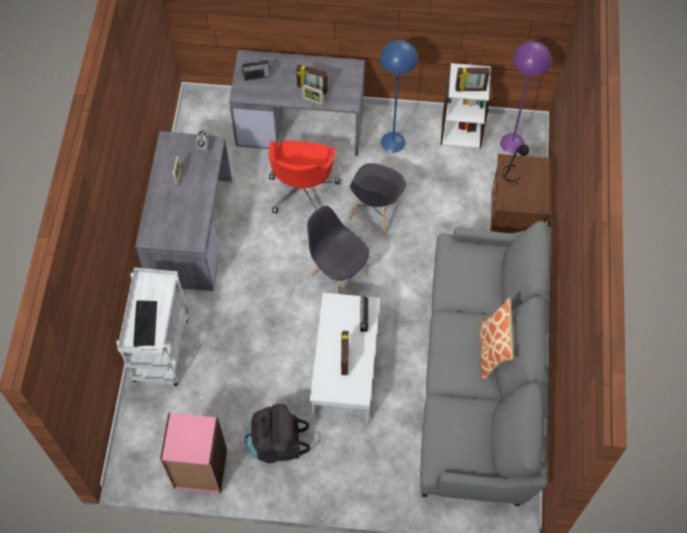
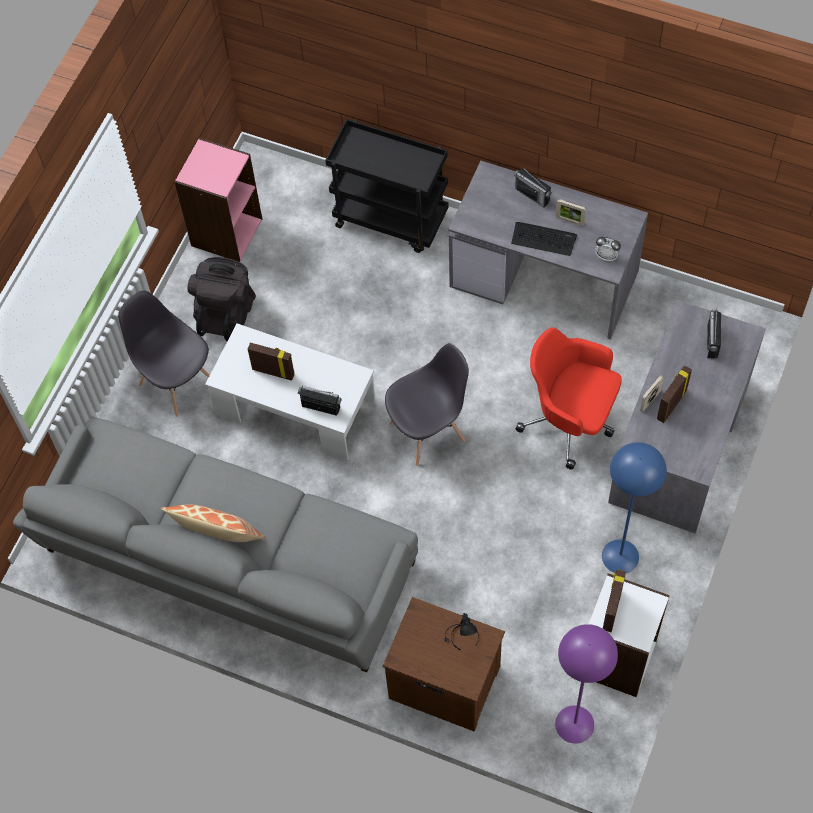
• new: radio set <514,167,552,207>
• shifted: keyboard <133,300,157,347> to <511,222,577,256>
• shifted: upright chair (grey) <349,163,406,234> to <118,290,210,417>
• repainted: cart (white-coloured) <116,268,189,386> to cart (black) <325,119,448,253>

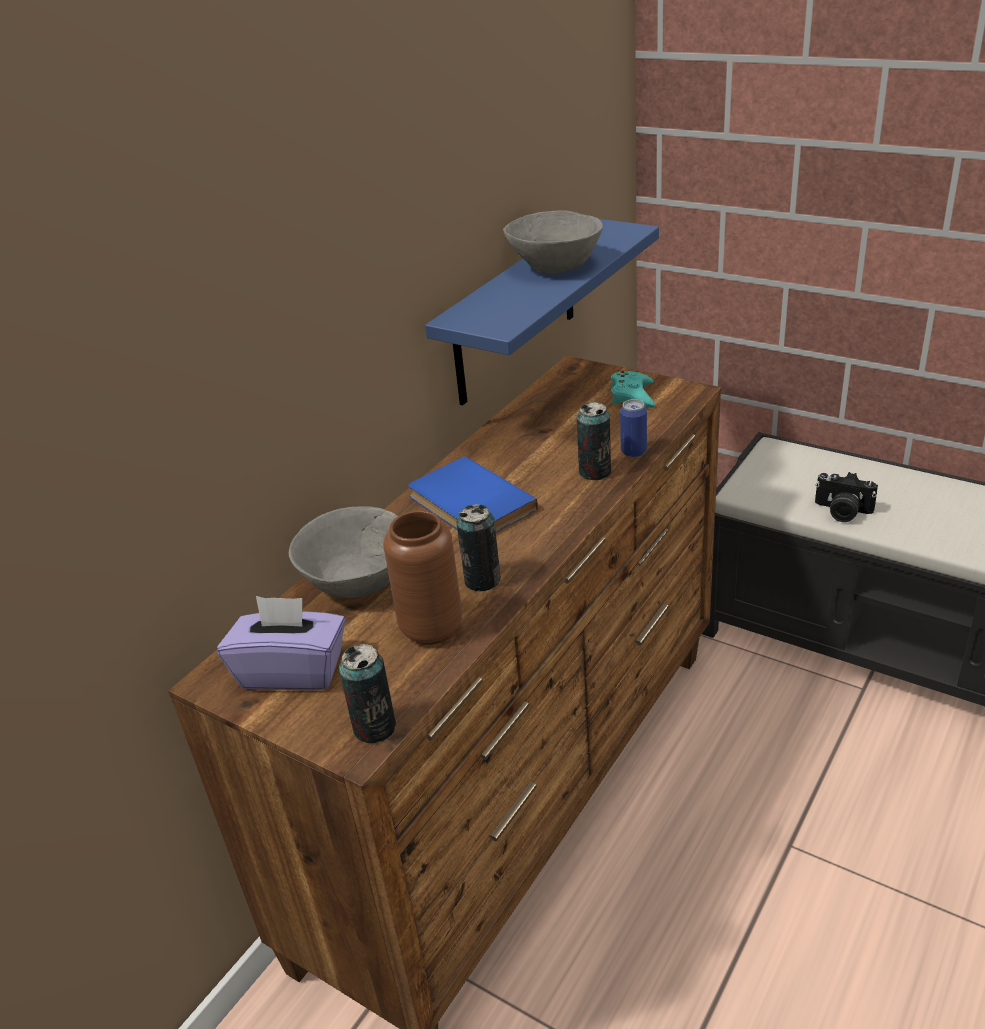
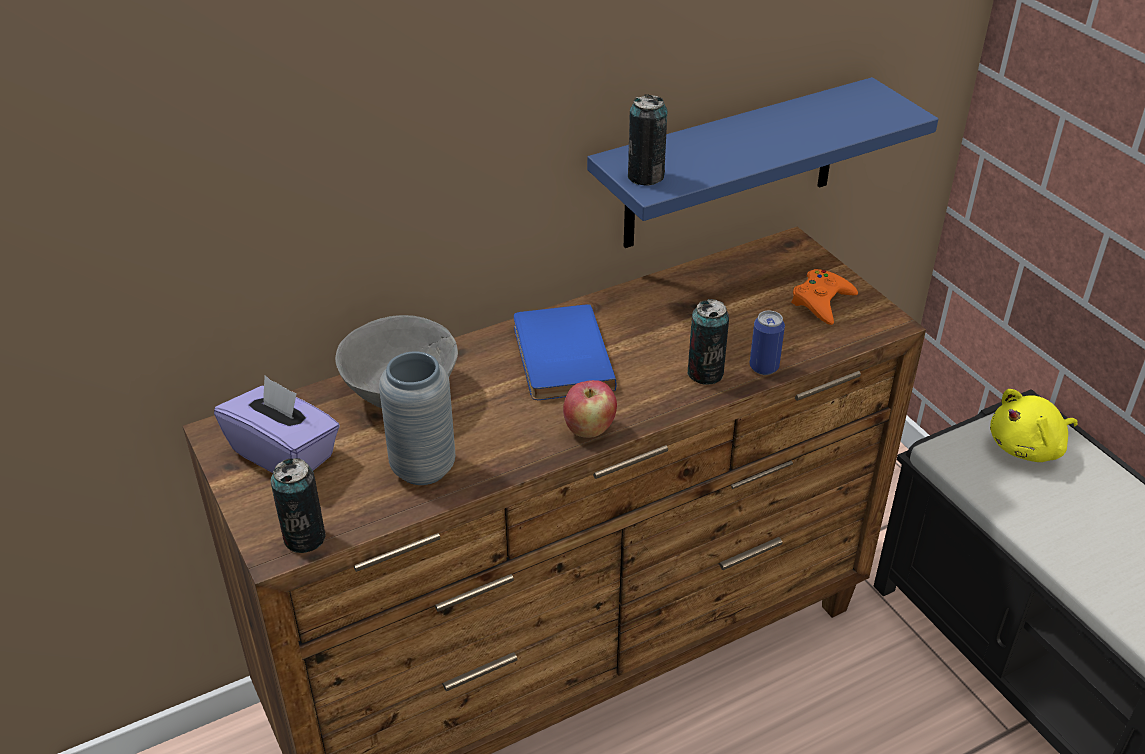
• gone: deep dish (grey) <503,210,603,274>
• gone: photo camera <815,472,878,522>
• new: whole apple <563,380,617,438>
• new: plush toy (yellow-coloured) <990,389,1078,462>
• shifted: can <457,504,501,592> to <628,94,668,185>
• repainted: vase (brown-coloured) <383,510,462,645> to vase (grey) <379,352,455,485>
• repainted: gamepad (blue-green) <611,371,656,408> to gamepad (orange-coloured) <791,269,858,325>

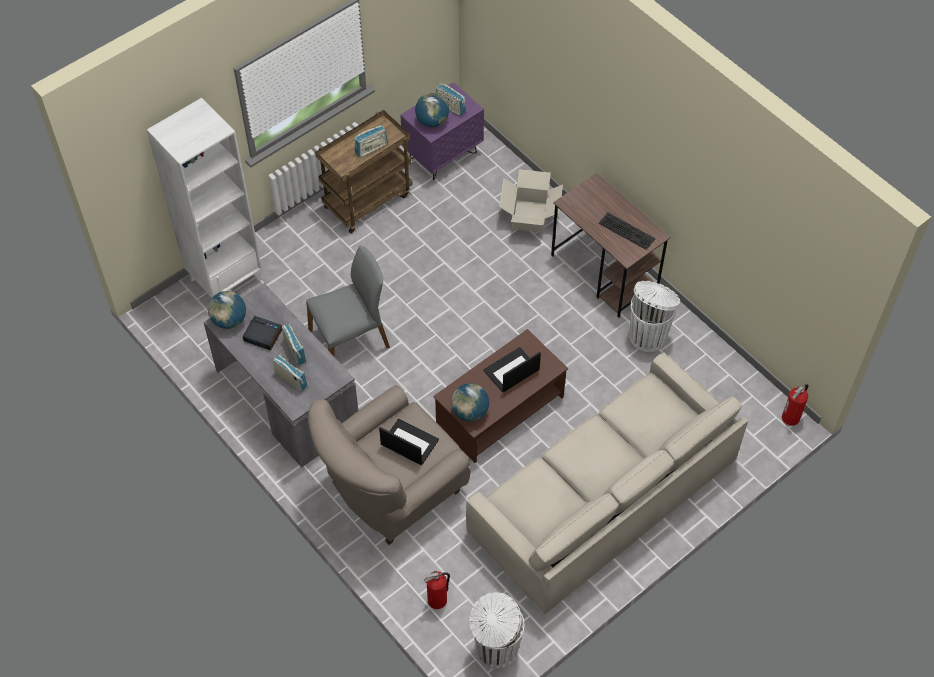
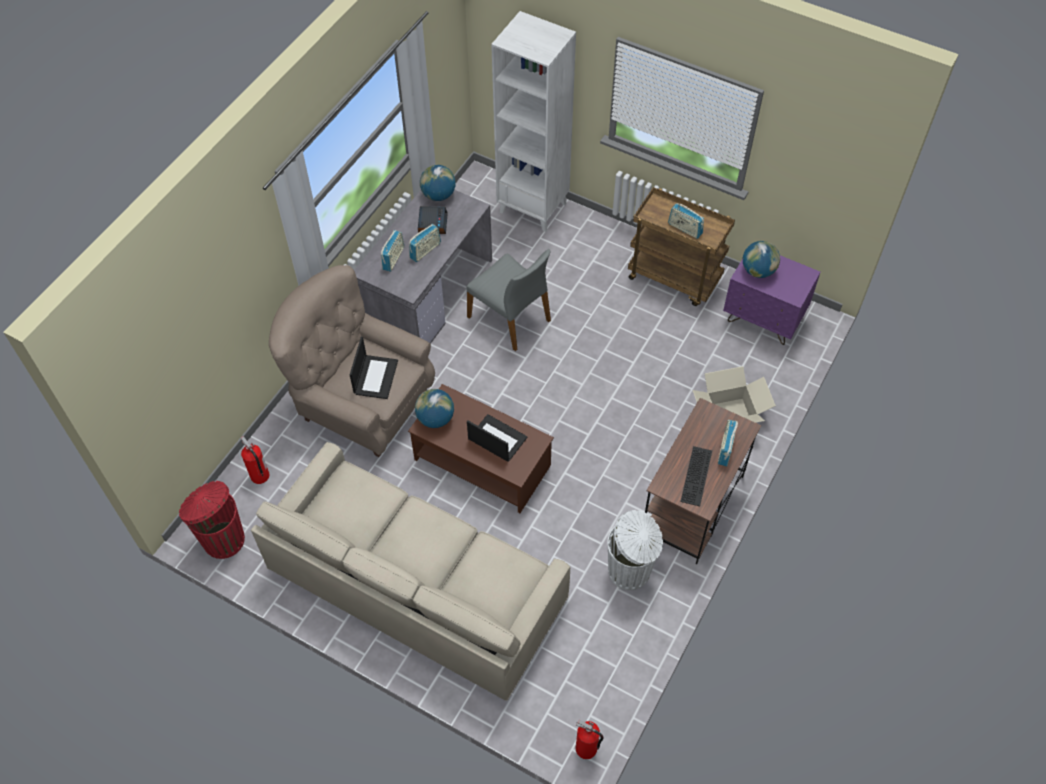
• shifted: radio set <436,84,466,116> to <718,420,738,466>
• repainted: rubbish bin (white-coloured) <470,592,524,669> to rubbish bin (red-coloured) <179,481,245,559>

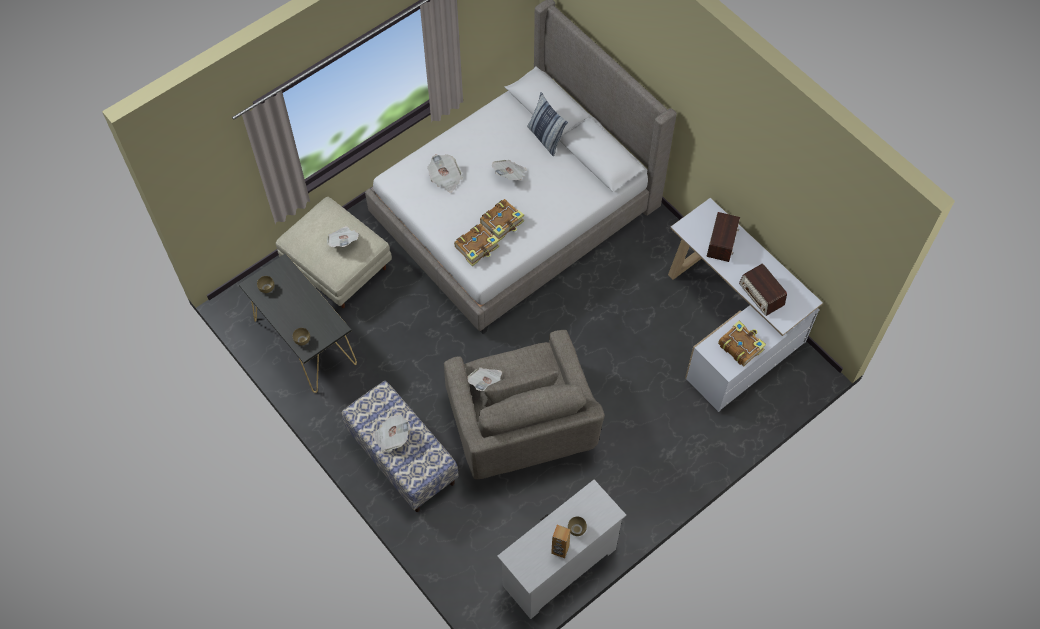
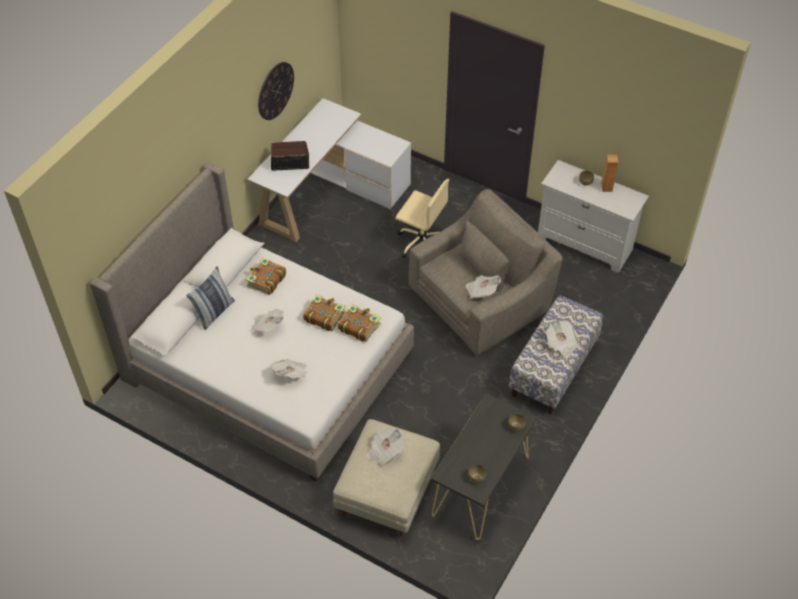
• gone: radio set <739,264,787,316>
• new: wall clock <258,62,294,120>
• new: desk chair (sand-coloured) <395,179,450,258>
• shifted: bound book <718,321,766,366> to <246,257,286,295>

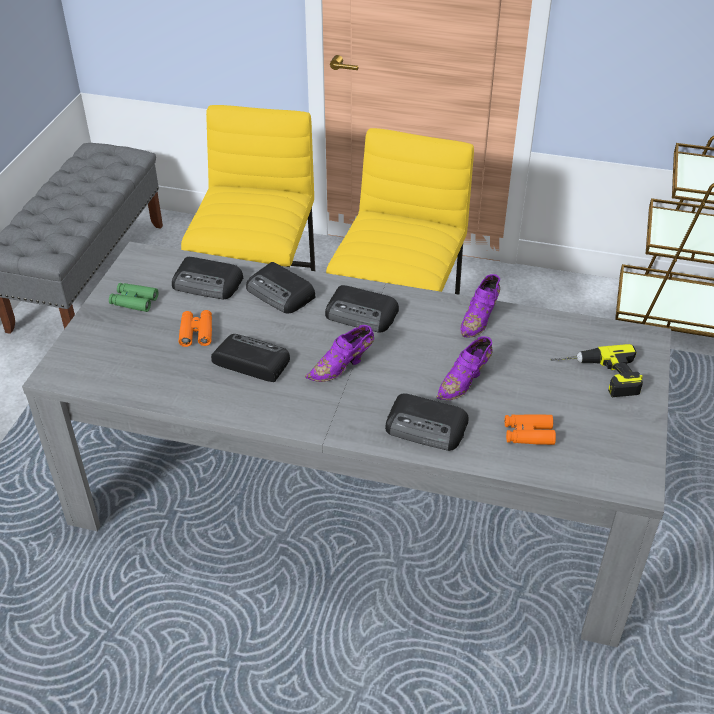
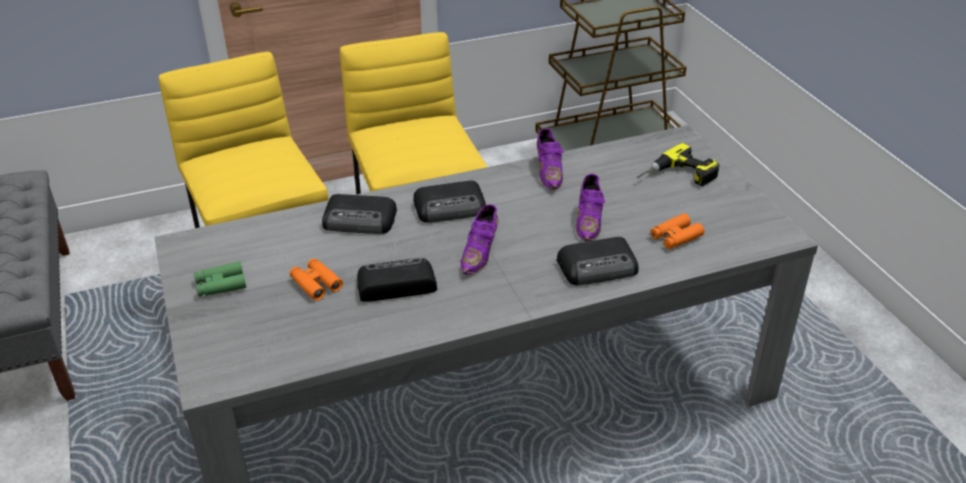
• gone: radio set <172,257,243,299>

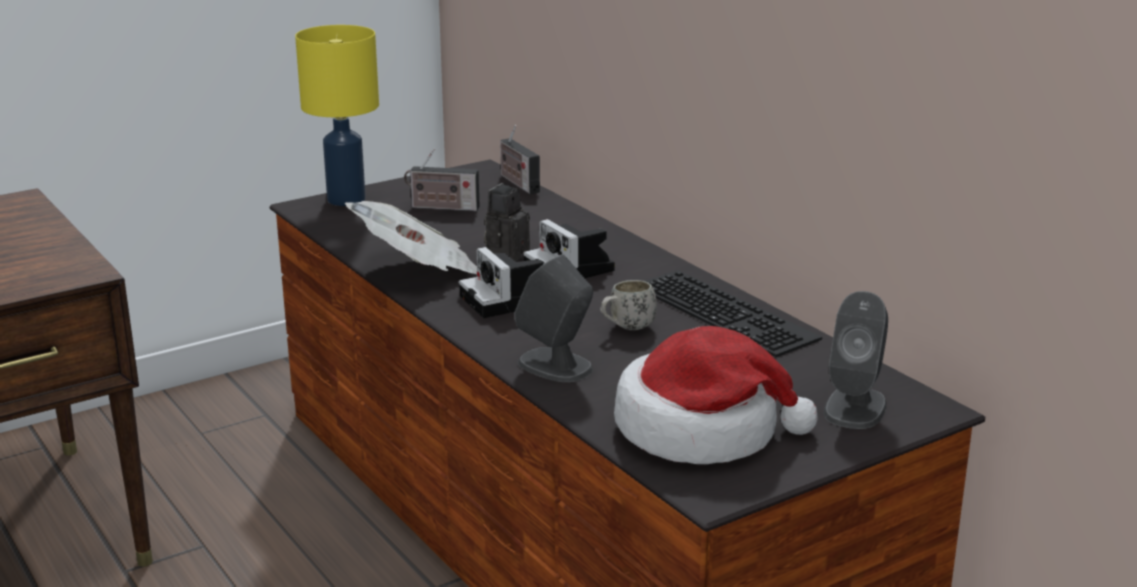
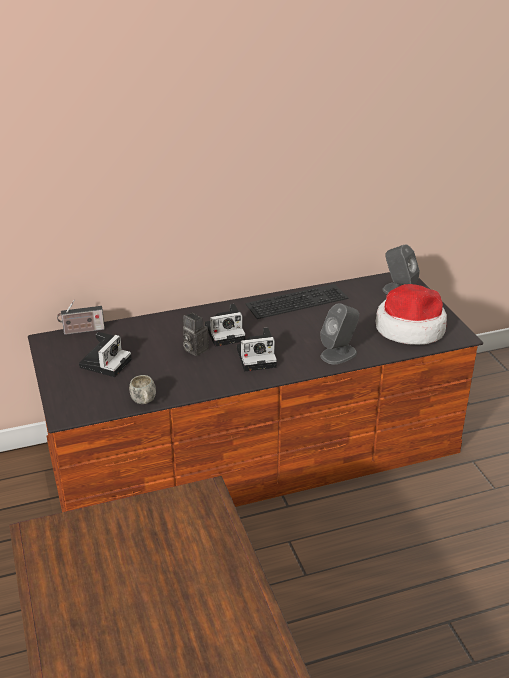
• gone: lamp for a table (yellow-coloured) <295,25,379,206>
• gone: printed paper <345,201,477,274>
• shifted: coffee mug (white-coloured) <600,280,657,330> to <129,375,156,404>
• swapped: radio set <404,148,479,211> to photo camera <79,332,132,377>

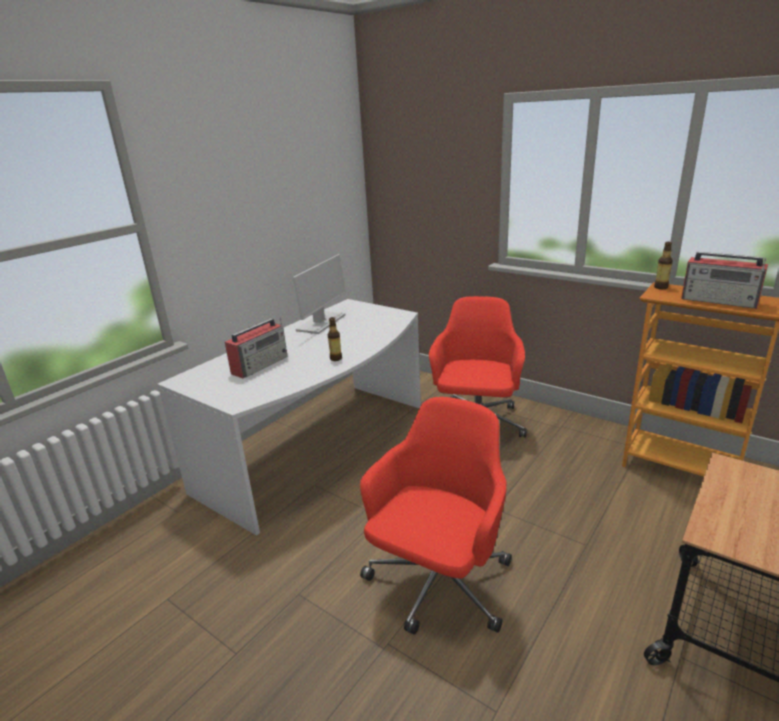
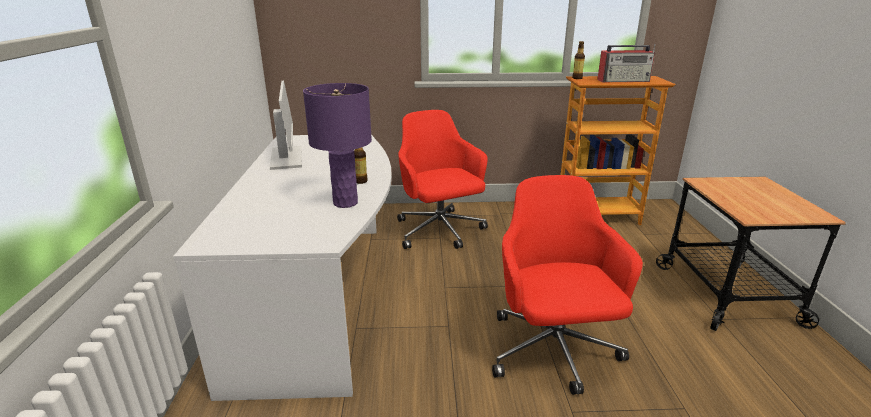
• gone: radio set <225,317,288,379>
• new: lamp for a table (purple-coloured) <303,83,372,208>

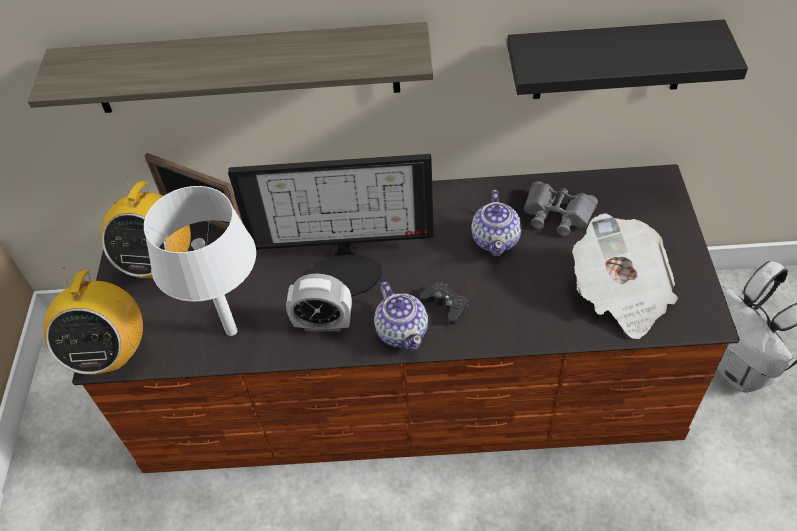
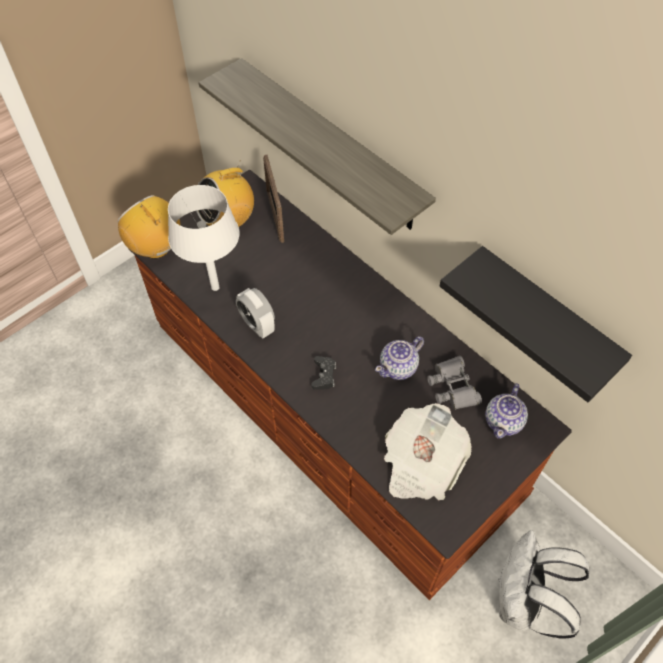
• gone: monitor <228,154,434,297>
• shifted: pot for tea <374,282,428,351> to <485,383,528,439>
• rotated: radio set <43,268,143,375> = <118,195,181,259> 90 degrees clockwise

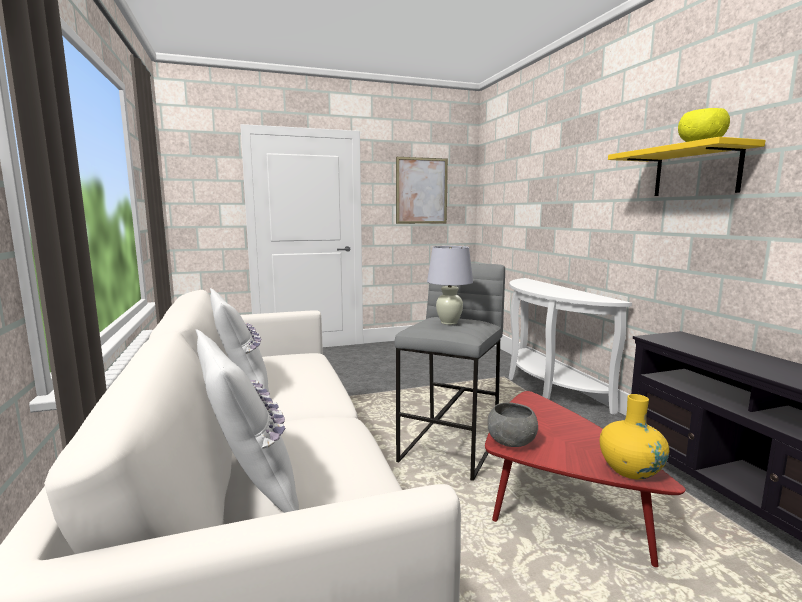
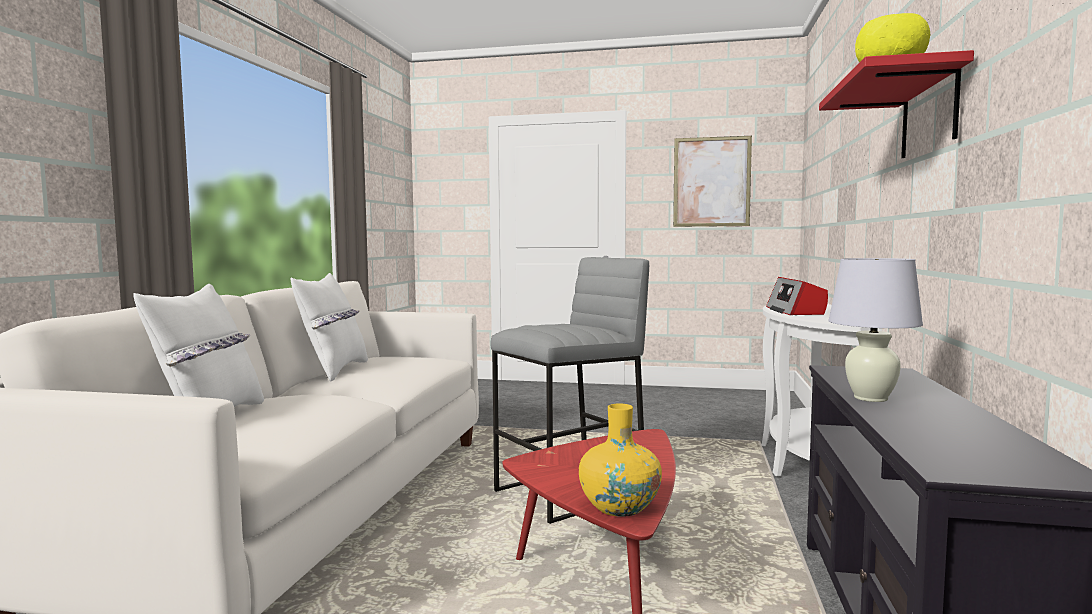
• gone: deep dish (grey) <487,402,538,447>
• new: radio set <766,277,828,315>
• shifted: lamp for a table (white-coloured) <427,246,473,325> to <828,258,923,402>
• repainted: bracket shelf (yellow-coloured) <608,137,766,196> to bracket shelf (red-coloured) <819,50,974,158>

